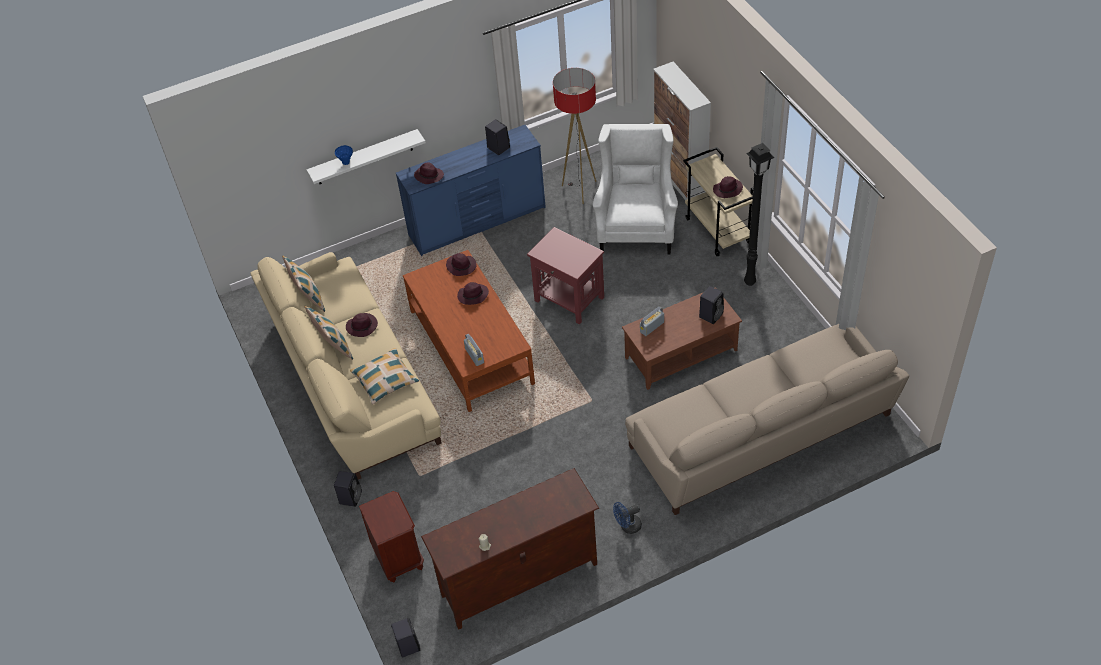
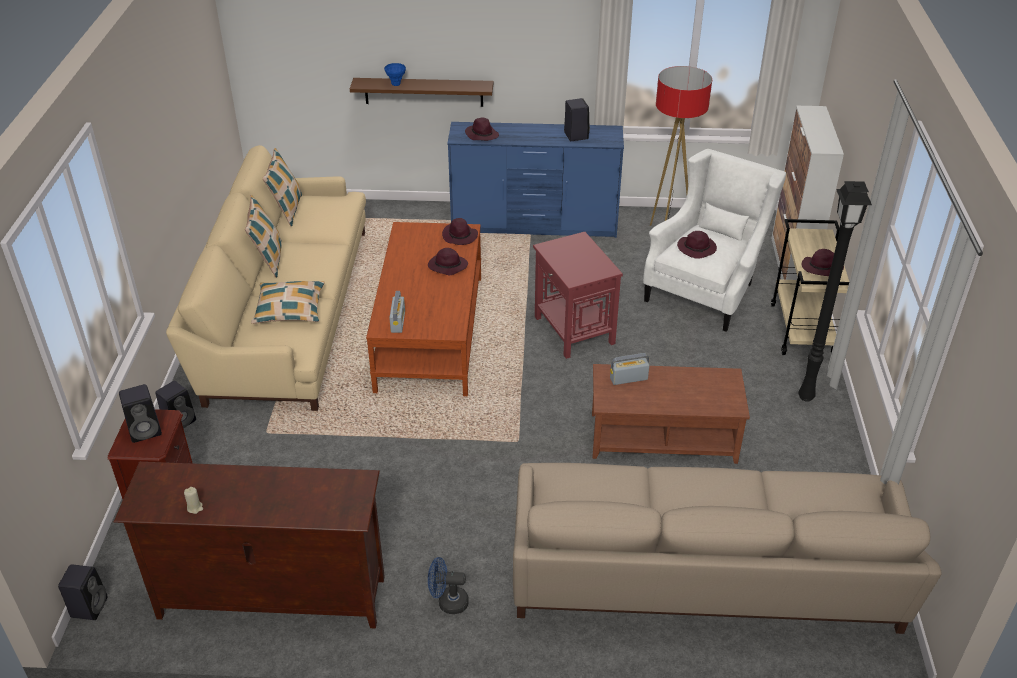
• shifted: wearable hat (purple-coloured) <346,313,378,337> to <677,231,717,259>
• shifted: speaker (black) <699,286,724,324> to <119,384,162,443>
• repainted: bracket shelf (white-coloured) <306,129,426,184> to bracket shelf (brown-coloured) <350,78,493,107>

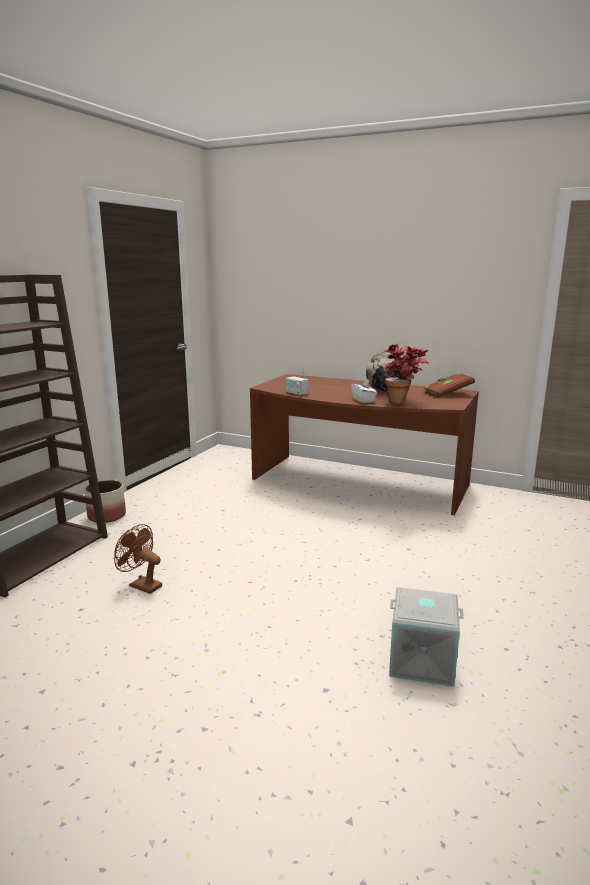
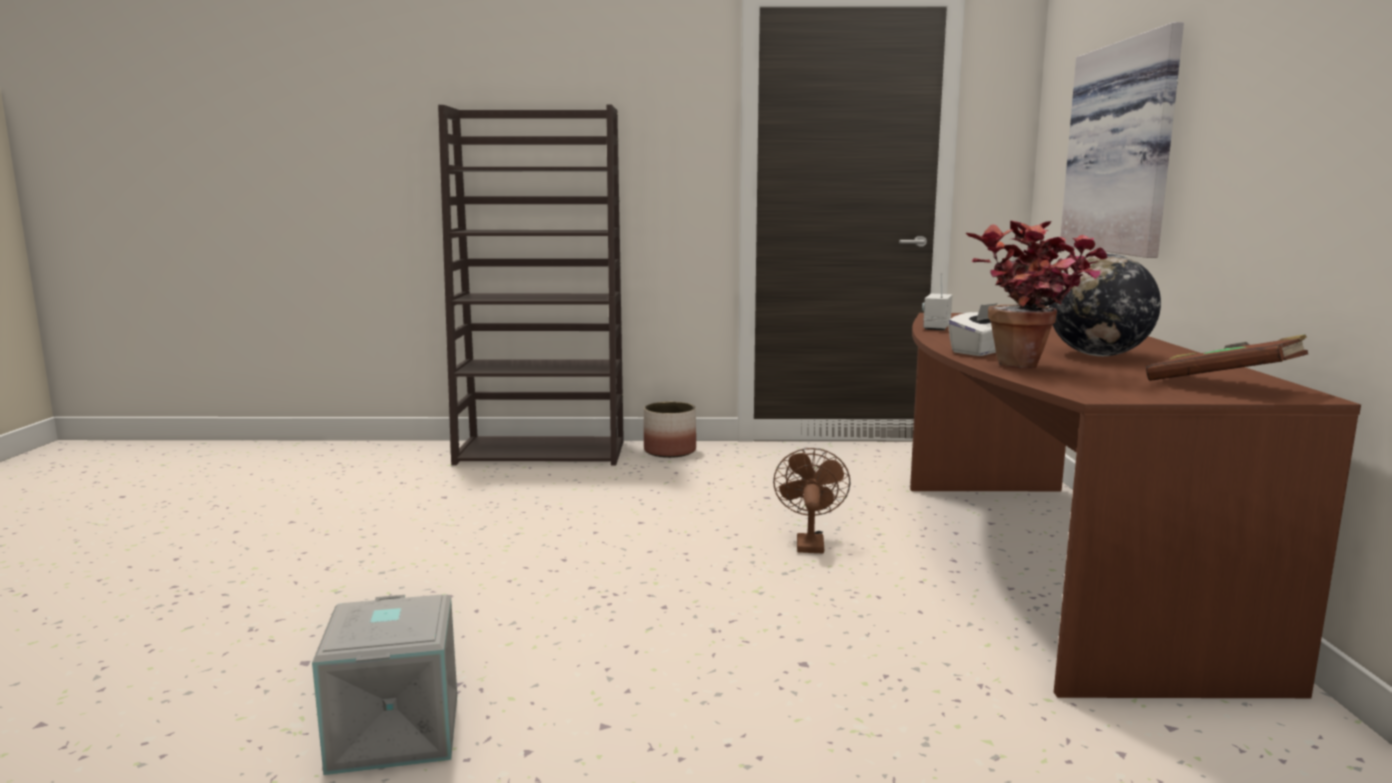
• new: wall picture <1060,22,1184,258>
• shifted: electric fan (brown-coloured) <114,524,162,594> to <773,448,850,553>

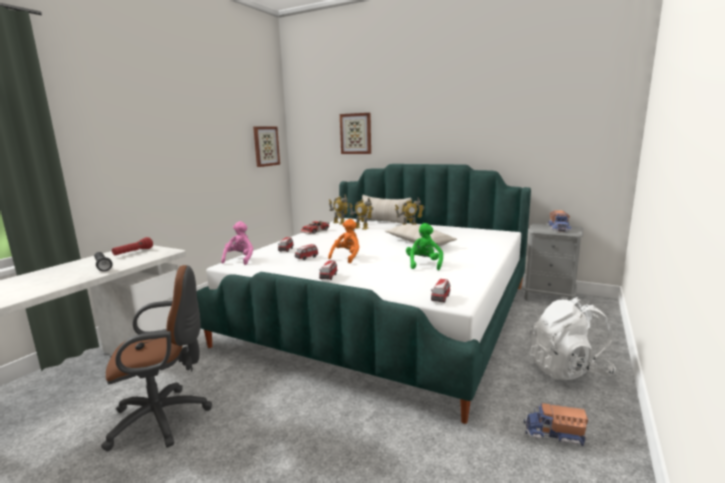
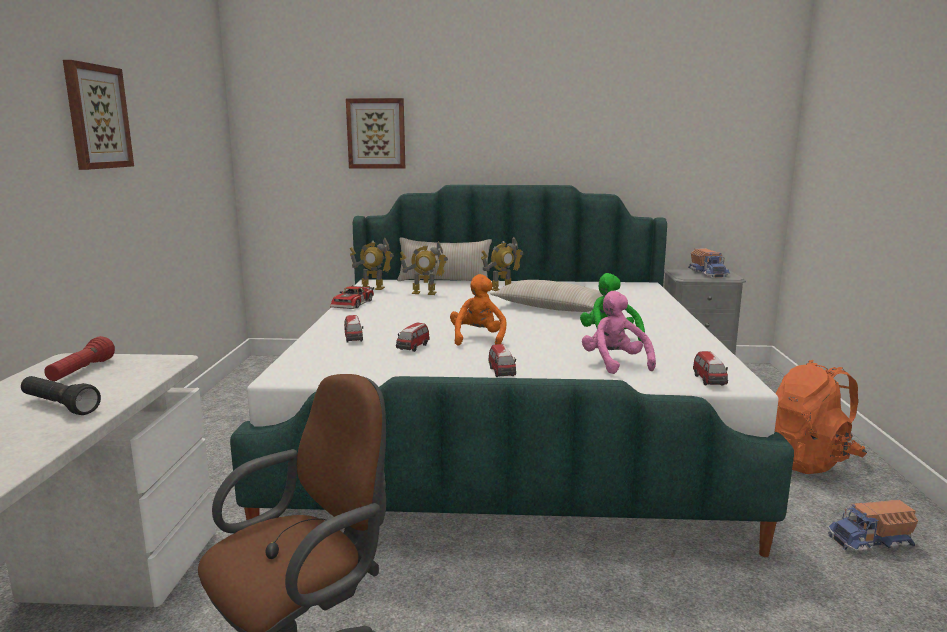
• shifted: plush toy (pink-coloured) <221,221,253,265> to <582,291,656,374>
• shifted: wall picture <253,127,280,167> to <63,60,134,170>
• repainted: knapsack (white-coloured) <530,297,616,380> to knapsack (orange-coloured) <775,360,867,474>

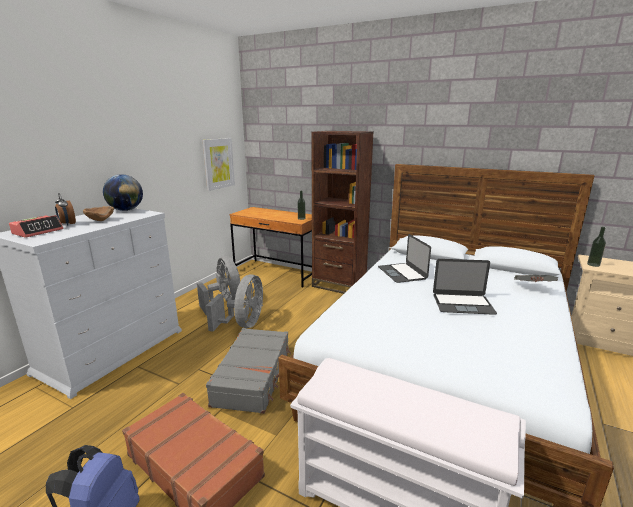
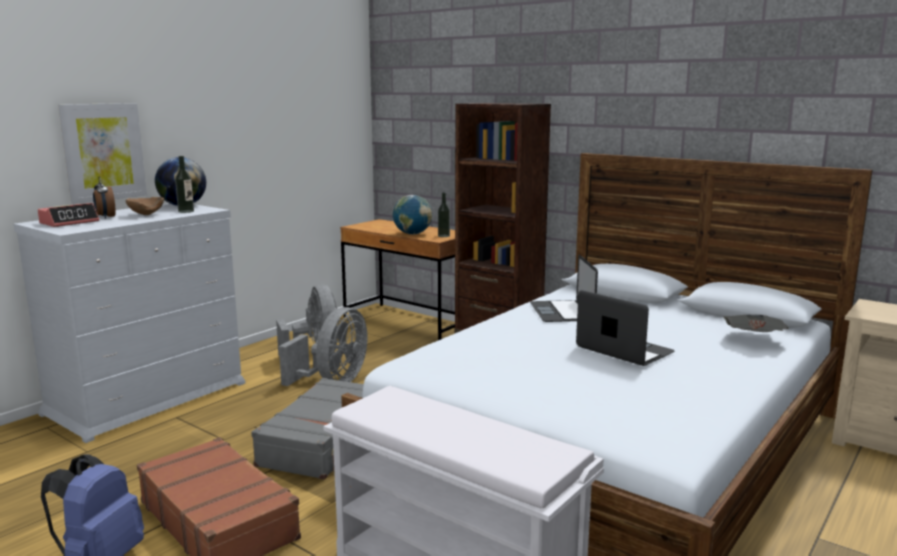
• new: globe <393,195,432,235>
• shifted: wall picture <203,138,235,191> to <58,103,147,204>
• shifted: drink bottle <587,227,606,267> to <175,156,194,213>
• rotated: laptop <433,259,497,315> = <576,290,675,366> 150 degrees counterclockwise

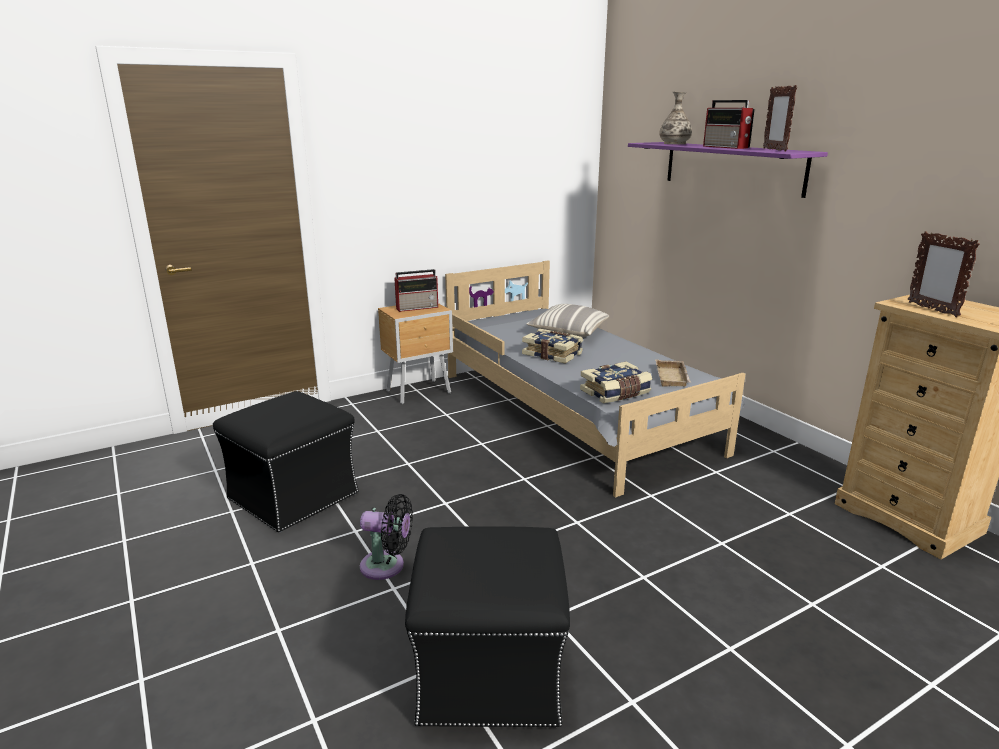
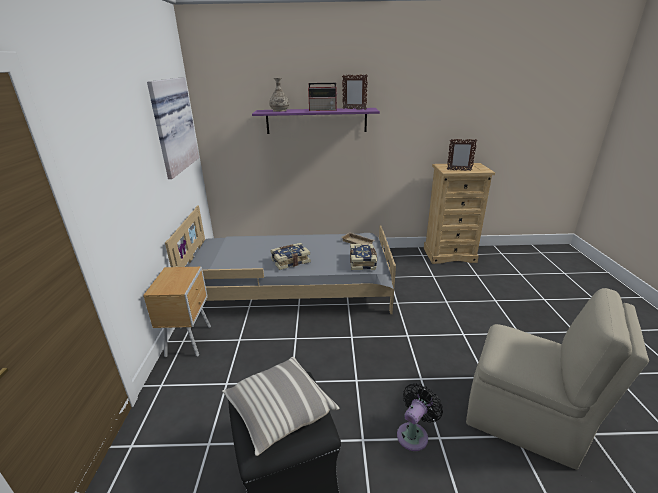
• gone: radio set <394,269,438,312>
• new: wall picture <147,77,199,179>
• shifted: throw pillow <527,304,609,337> to <222,357,339,456>
• swapped: ottoman (black) <405,526,570,727> to upright chair (sand-coloured) <466,288,649,470>

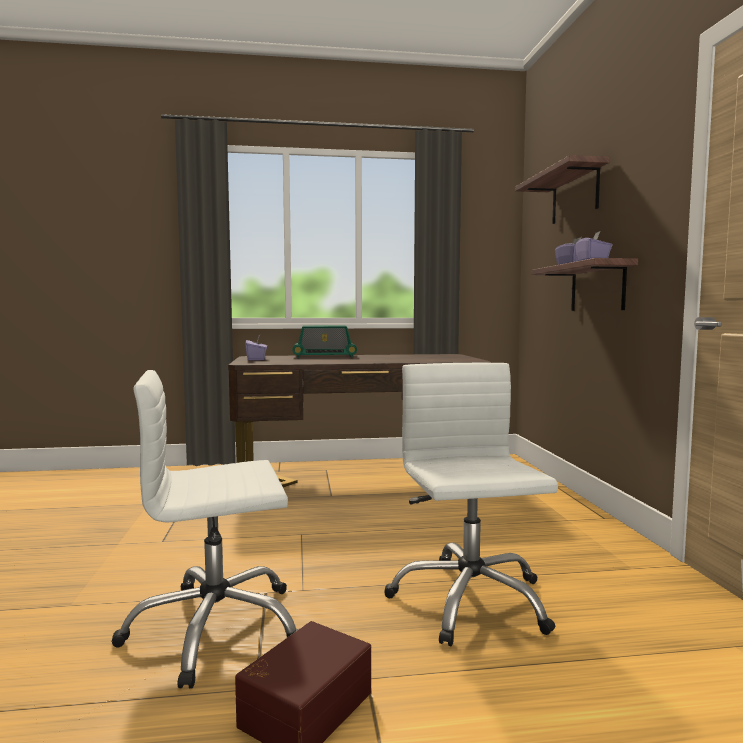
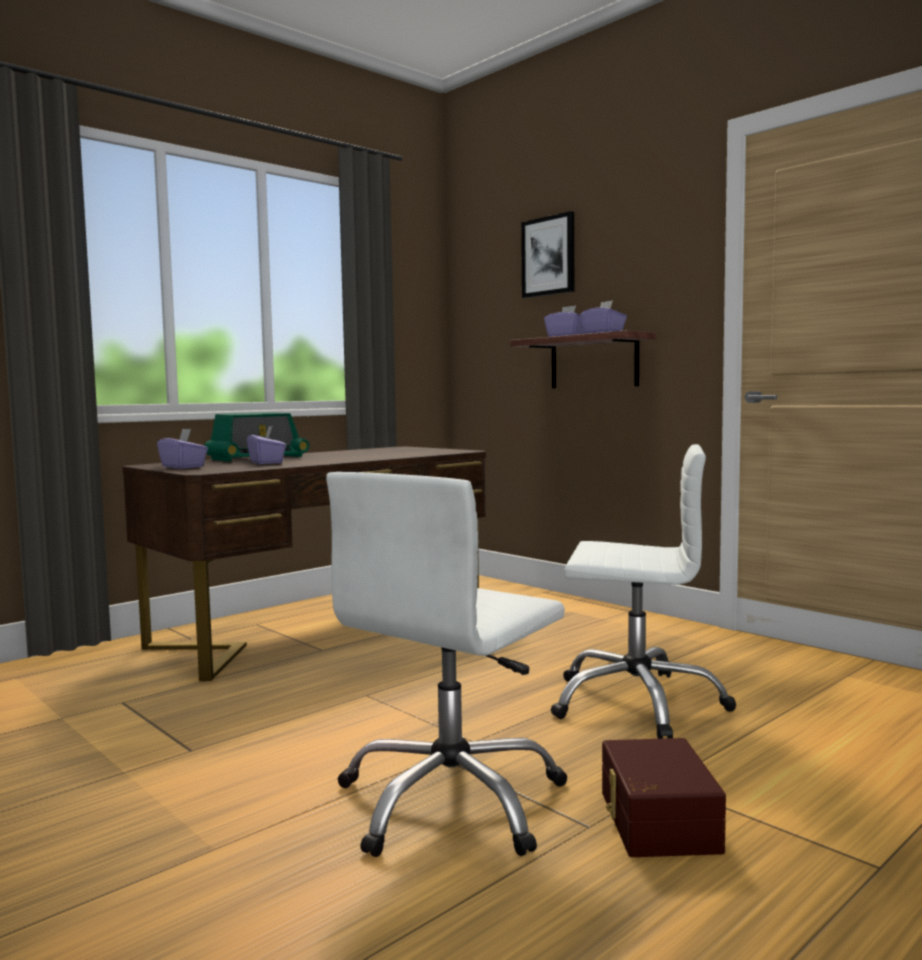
• new: box of tissues (purple-coloured) <247,426,286,464>
• swapped: bracket shelf <515,155,610,224> to wall picture <521,211,574,298>
• rotated: desk chair (white-coloured) <384,363,558,646> = <551,444,736,739> 150 degrees clockwise

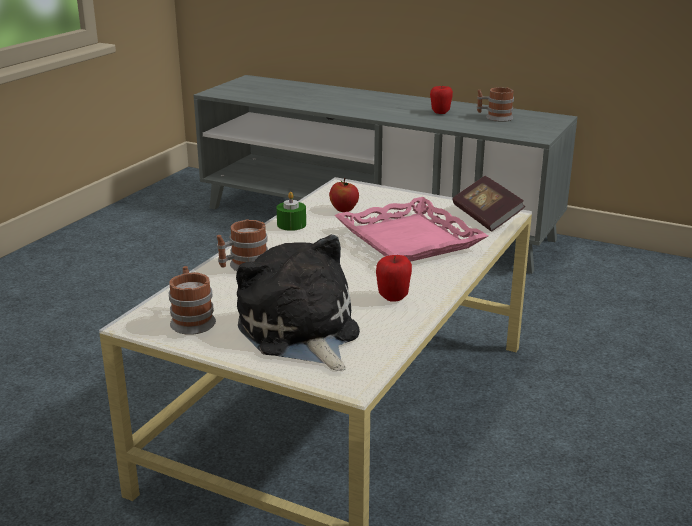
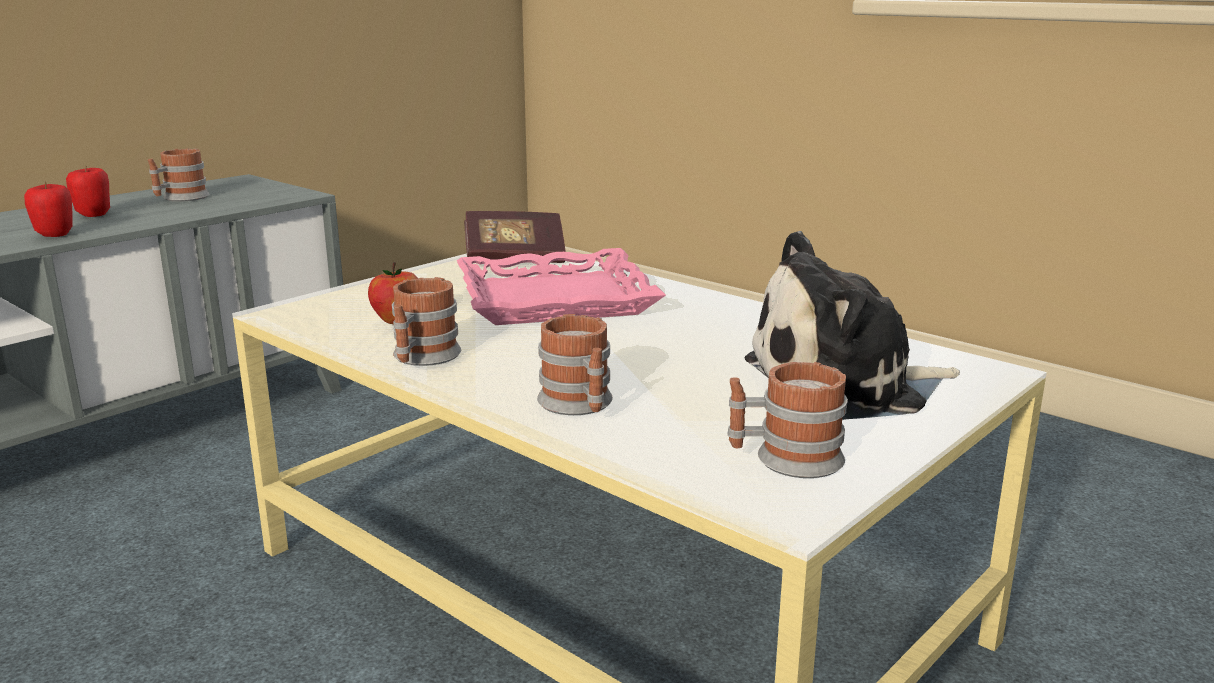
• shifted: whole apple <376,255,412,302> to <24,182,73,237>
• swapped: wax candle (green-coloured) <276,192,306,231> to coffee mug <392,277,461,366>

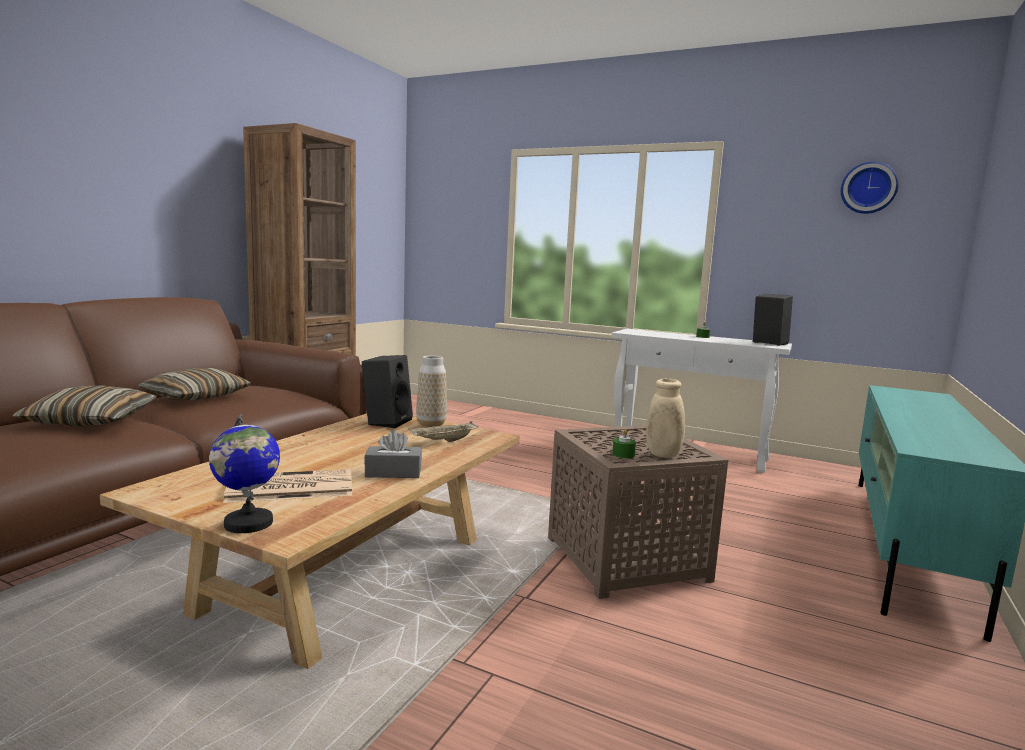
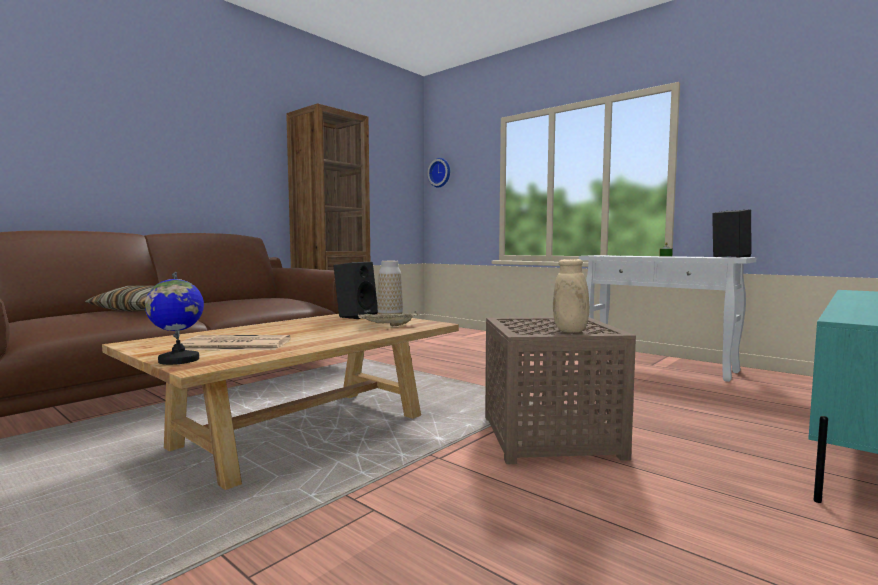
• gone: throw pillow <138,368,250,400>
• gone: box of tissues (grey) <364,430,422,478>
• gone: wax candle (green-coloured) <612,429,636,459>
• shifted: wall clock <841,162,899,214> to <427,158,450,187>

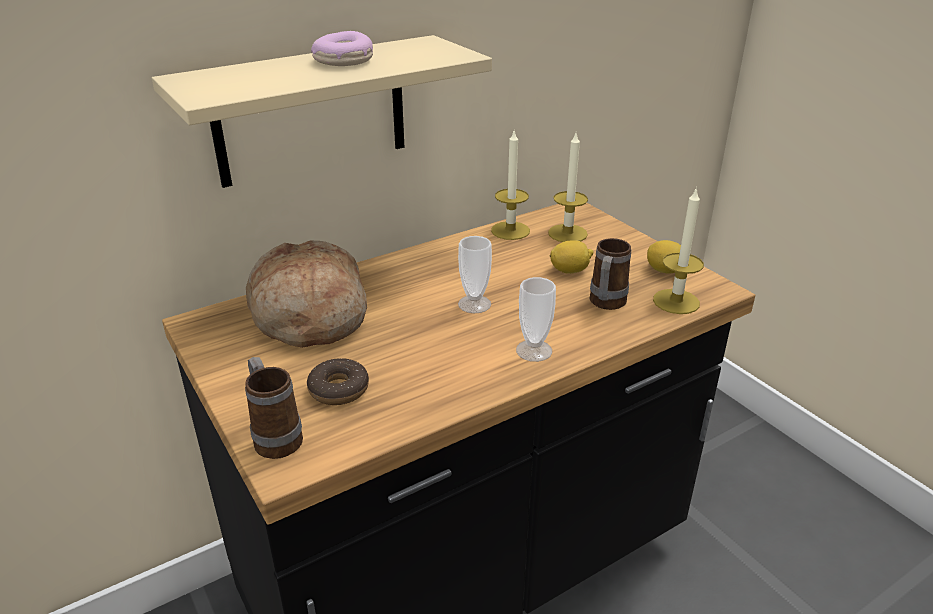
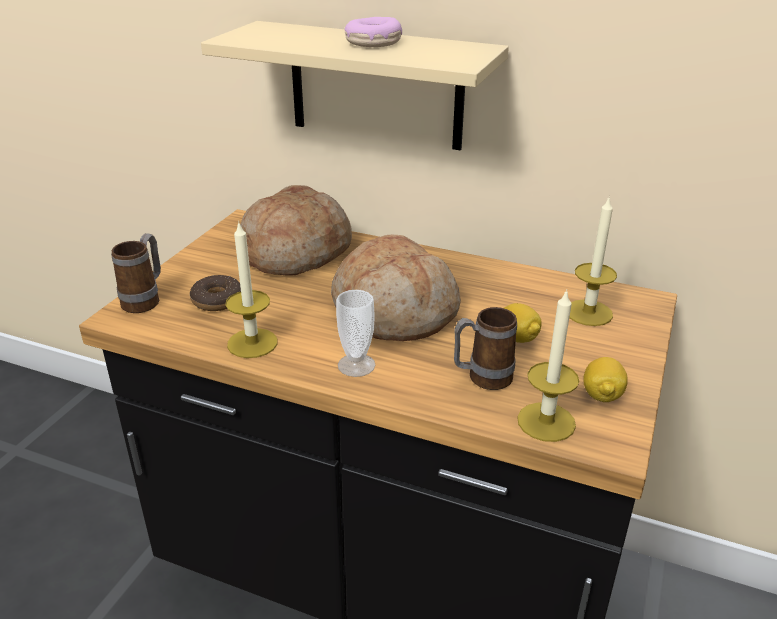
• shifted: wax candle <491,131,530,240> to <226,221,278,358>
• swapped: cup <458,236,492,313> to baked bread <331,235,461,341>

